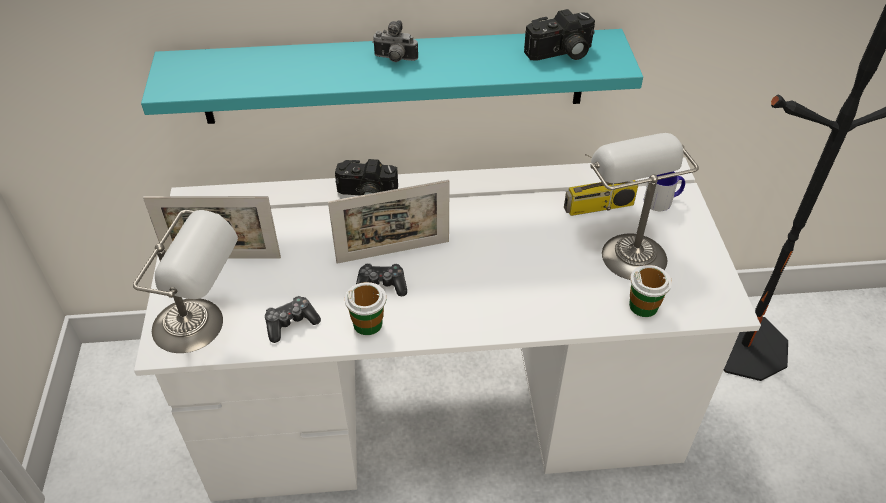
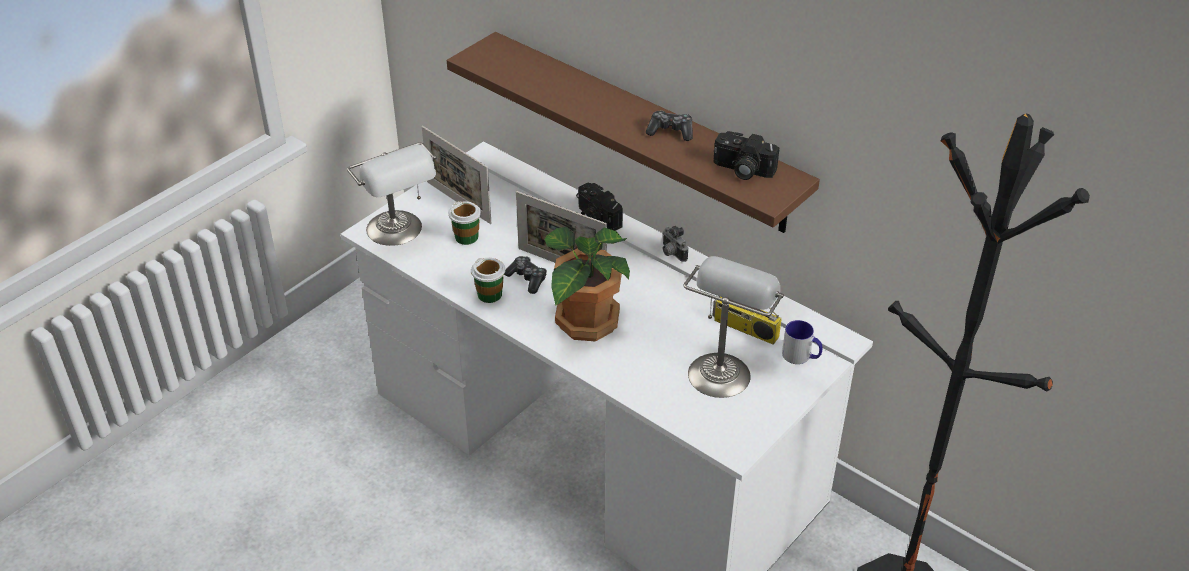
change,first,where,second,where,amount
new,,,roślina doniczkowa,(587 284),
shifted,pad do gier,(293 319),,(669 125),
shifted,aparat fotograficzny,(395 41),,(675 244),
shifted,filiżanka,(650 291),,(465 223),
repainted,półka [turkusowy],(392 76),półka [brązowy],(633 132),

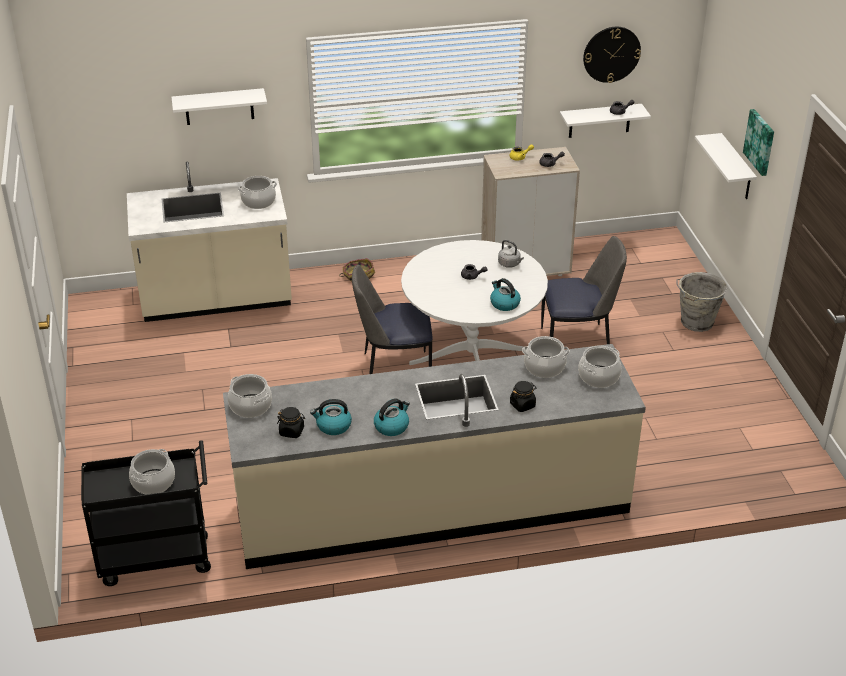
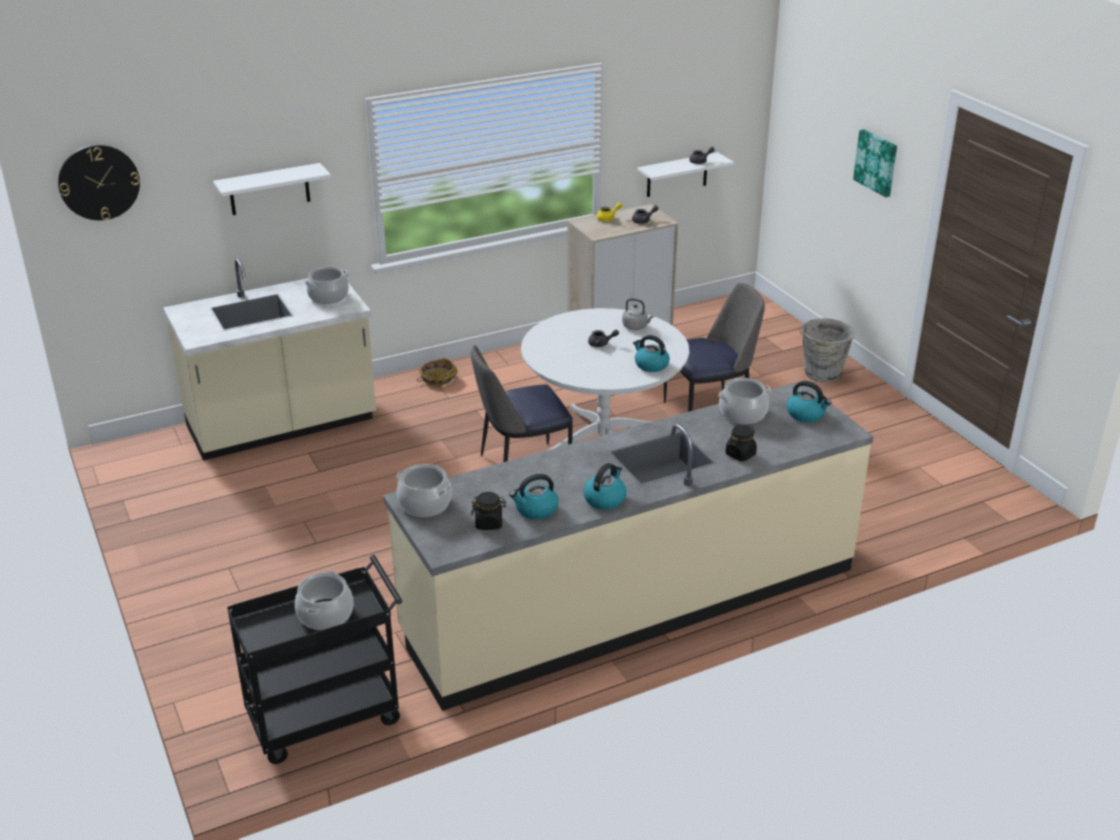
change,first,where,second,where,amount
gone,półka [biały],(726 166),,,
shifted,zegar ścienny,(612 55),,(99 182),
swapped,garnek,(600 367),czajnik,(809 401),

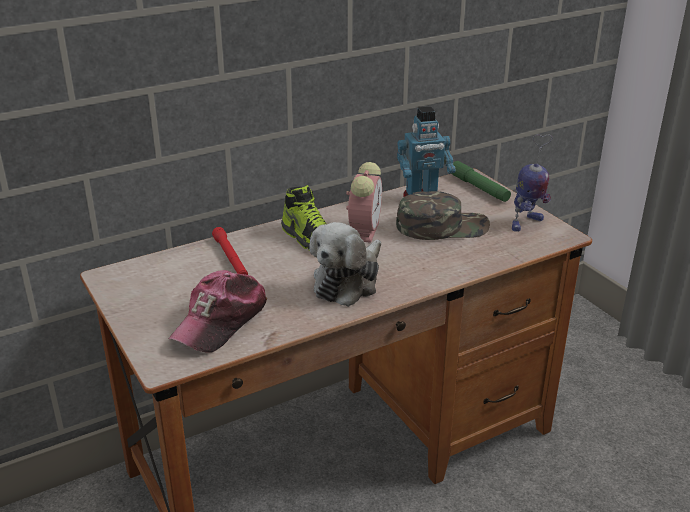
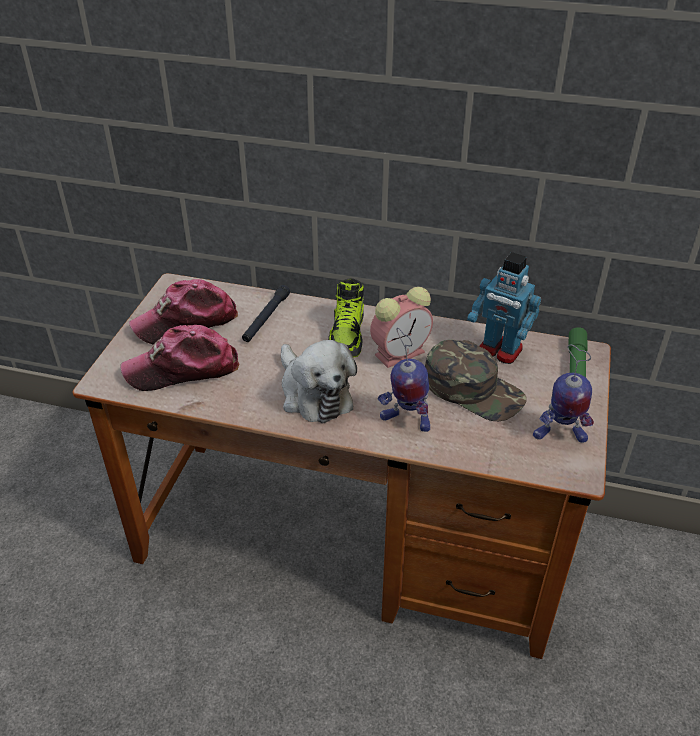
change,first,where,second,where,amount
new,,,czapka z daszkiem,(183 311),
new,,,robot zabawkowy,(404 380),
repainted,latarka [czerwony],(230 251),latarka [czarny],(266 313),
rotated,pluszak,(345 264),,(319 381),105 degrees counterclockwise

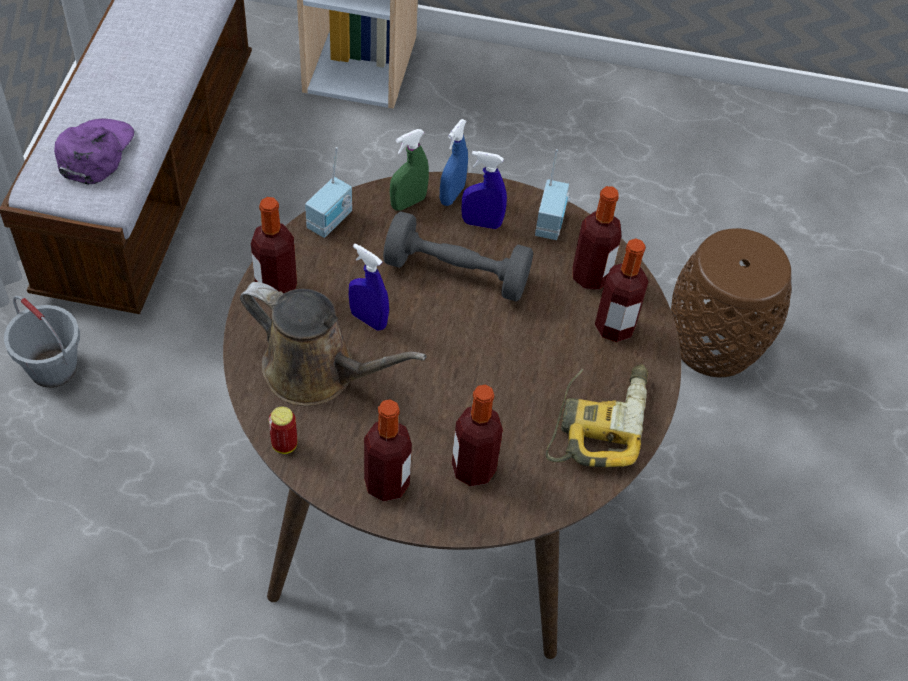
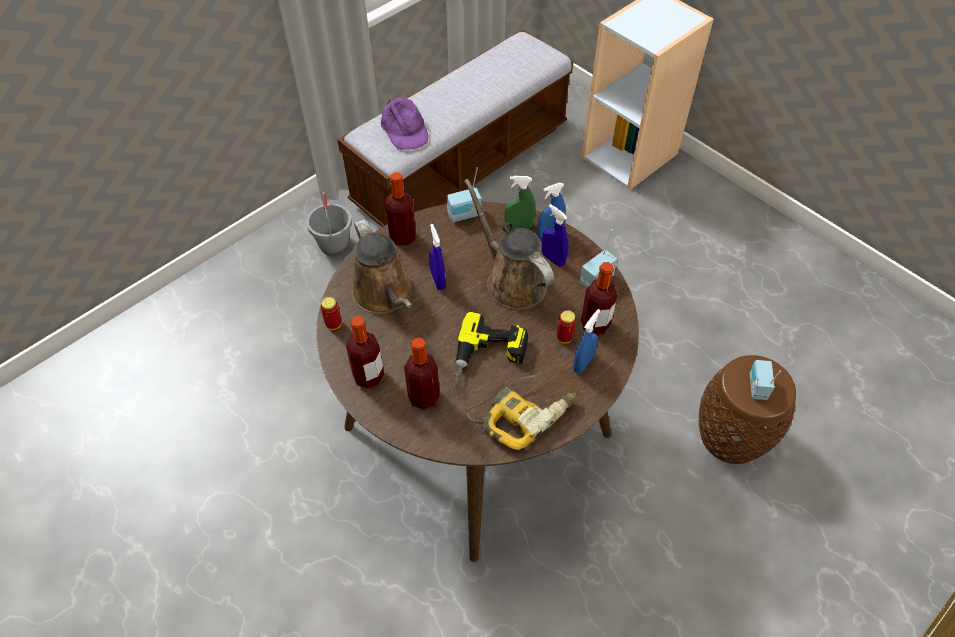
change,first,where,second,where,amount
new,,,wiertarka,(490 351),
new,,,puszka,(566 327),
new,,,radio,(765 380),
swapped,hantel [szary],(458 256),konewka [brązowy],(509 244),
swapped,butelka,(621 290),spryskiwacz [niebieski],(586 341),
rotated,czapka z daszkiem [fioletowy],(94 151),,(404 124),105 degrees clockwise

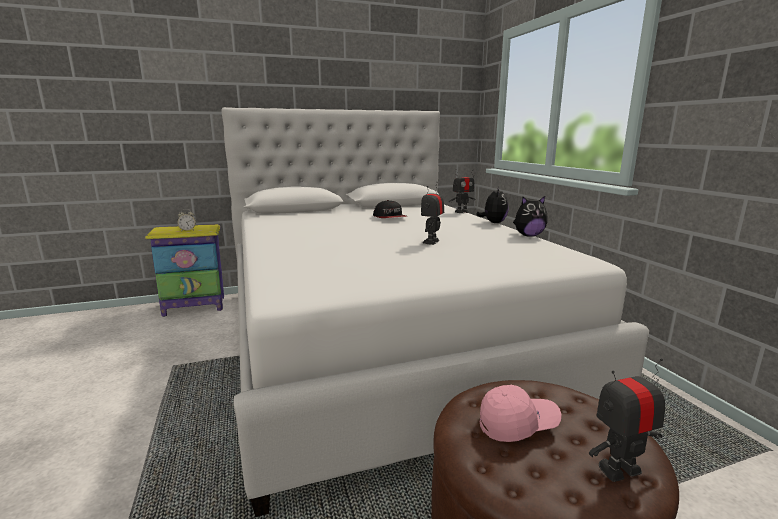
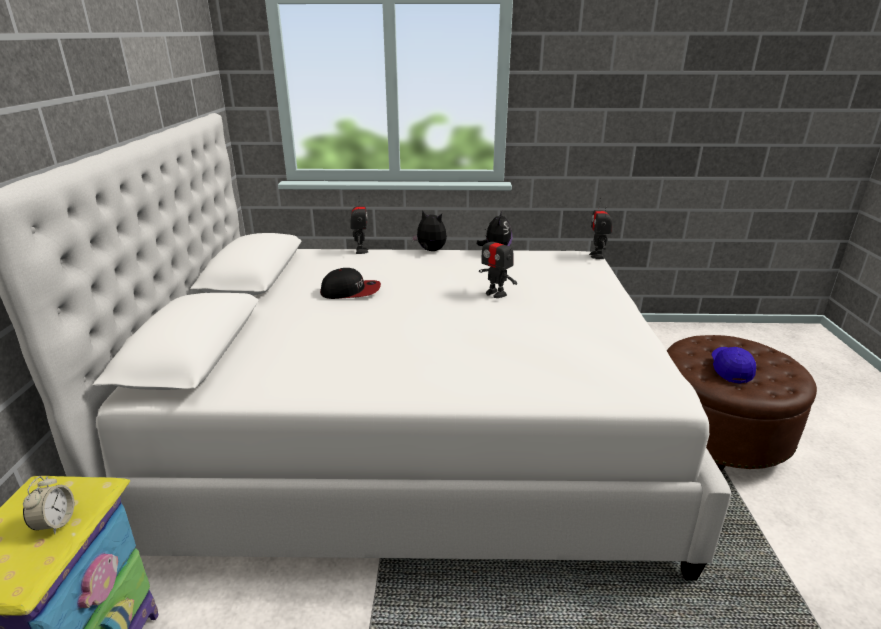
change,first,where,second,where,amount
shifted,robot zabawkowy,(627 420),,(600 228),
repainted,czapka z daszkiem [różowy],(520 413),czapka z daszkiem [niebieski],(734 365),

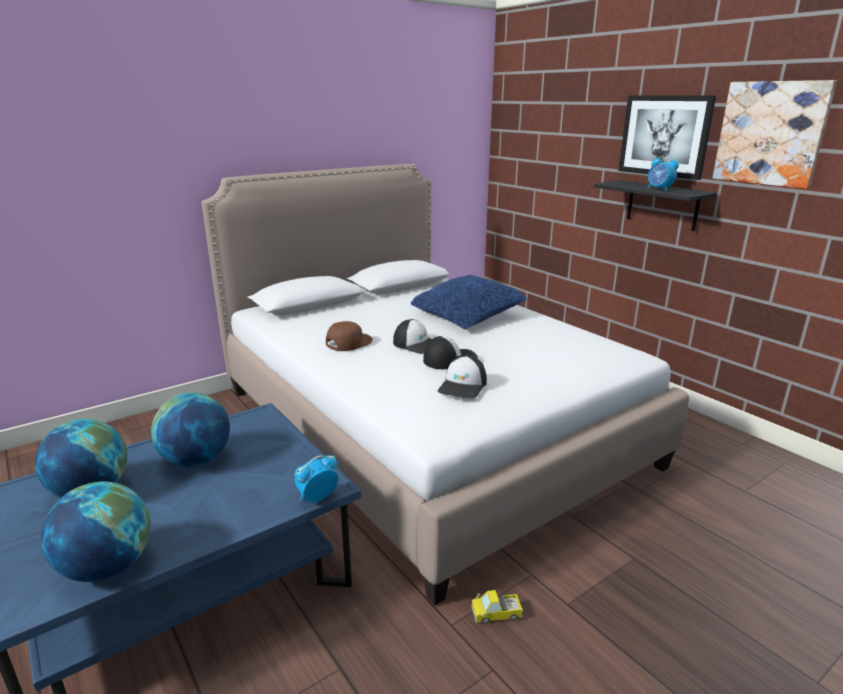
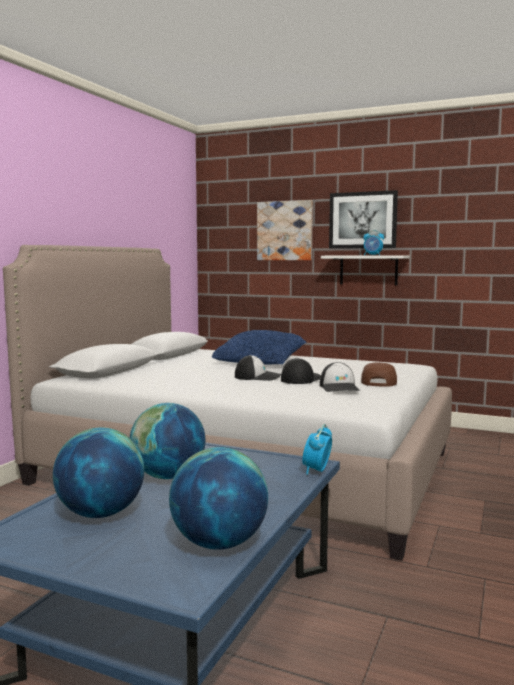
change,first,where,second,where,amount
gone,ciężarówka zabawkowa,(497 607),,,
shifted,czapka z daszkiem [brązowy],(349 336),,(379 375),
shifted,obraz,(774 134),,(285 230),
repainted,półka [czarny],(655 205),półka [biały],(365 270),

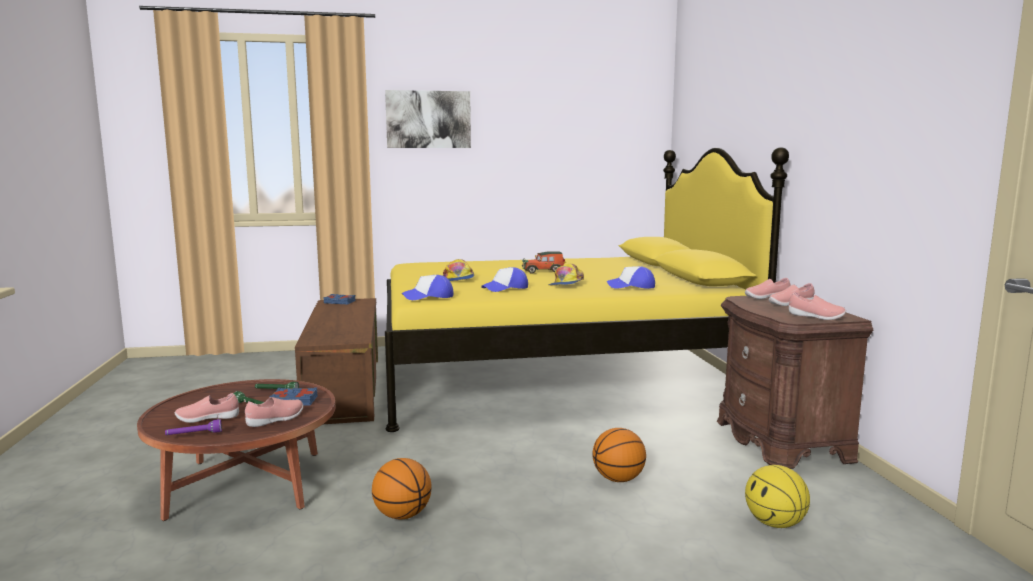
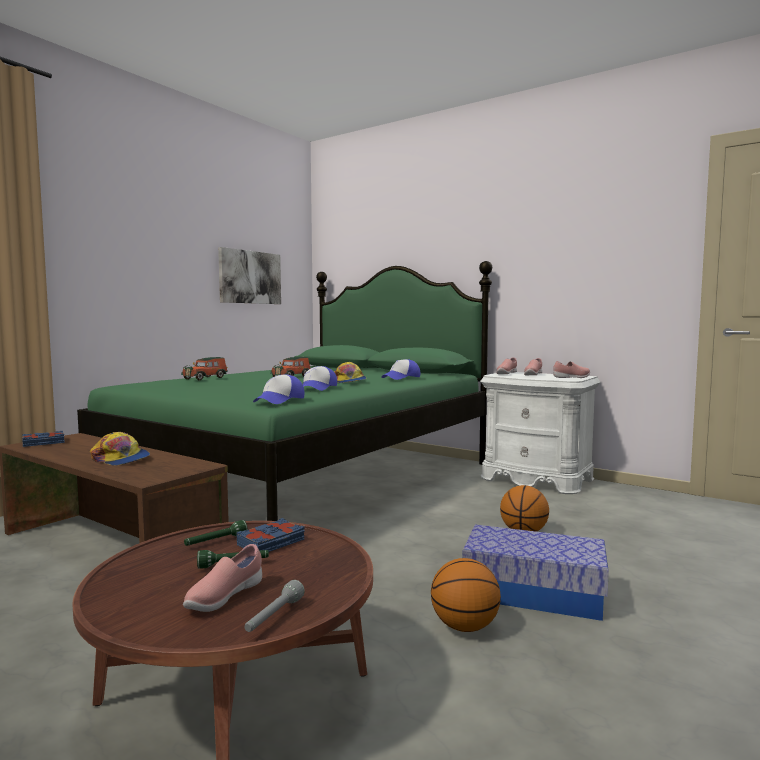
change,first,where,second,where,amount
gone,but [różowy],(274 412),,,
gone,piłka do koszykówki,(777 496),,,
new,,,samochodzik,(204 368),
new,,,pojemnik do przechowywania,(535 572),
shifted,obraz,(428 119),,(249 275),
shifted,czapka z daszkiem,(458 270),,(120 449),
repainted,latarka [fioletowy],(193 427),latarka [szary],(275 606),
repainted,łóżko [żółty],(587 290),łóżko [zielony],(284 391),
repainted,szafka nocna [brązowy],(795 382),szafka nocna [biały],(540 433),

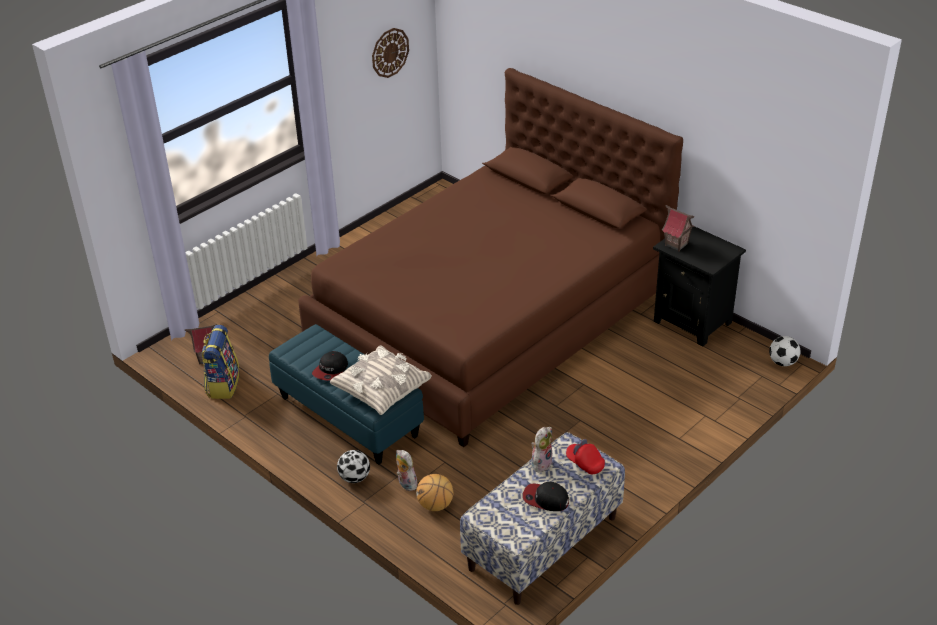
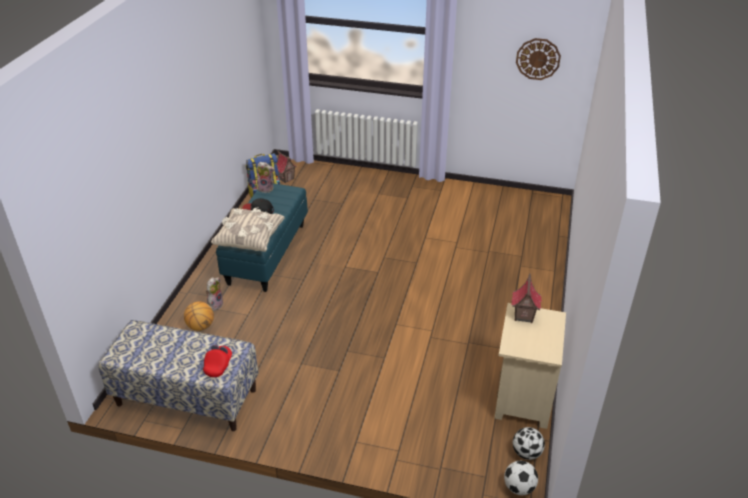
change,first,where,second,where,amount
gone,łóżko [brązowy],(490 257),,,
gone,czapka z daszkiem,(546 496),,,
shifted,piłka futbolowa,(353 466),,(529 443),
shifted,pluszak,(542 450),,(266 177),
repainted,szafka nocna [czarny],(699 287),szafka nocna [beżowy],(530 366),

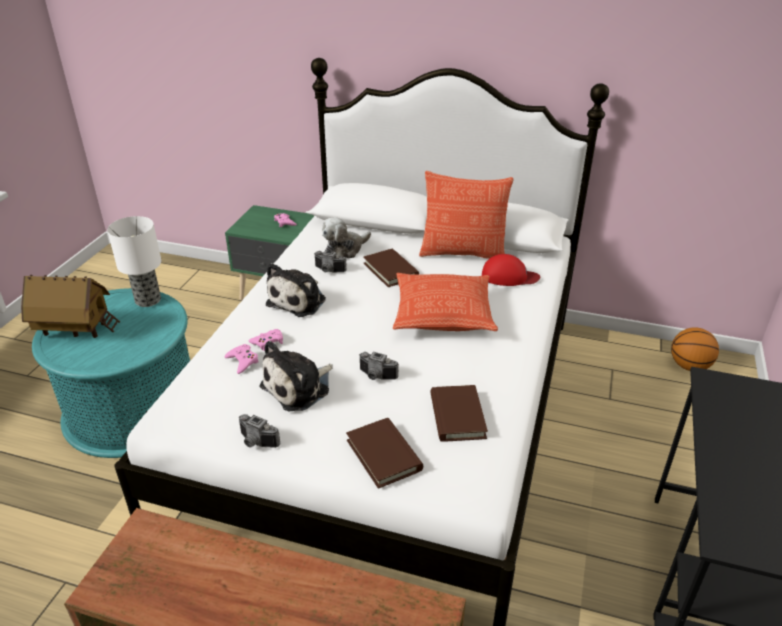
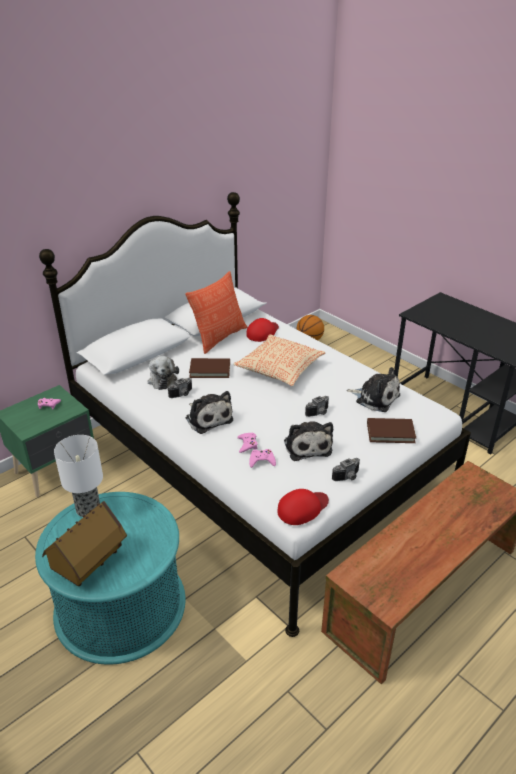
change,first,where,second,where,amount
new,,,czapka z daszkiem [czerwony],(303 507),
swapped,książka [brązowy],(459 413),pluszak,(373 389),
repainted,poduszka [pomarańczowy],(445 302),poduszka [beżowy],(279 360),

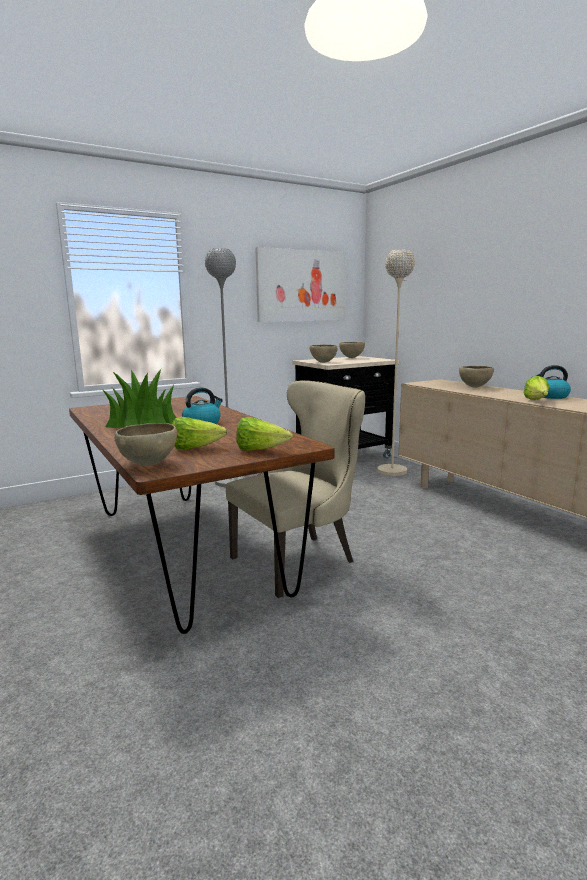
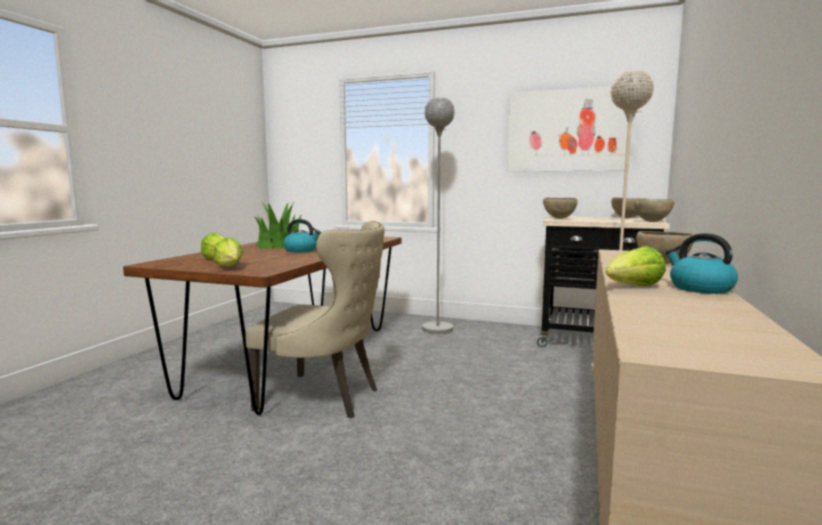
change,first,where,second,where,amount
shifted,miska [brązowy],(145 444),,(654 210),

